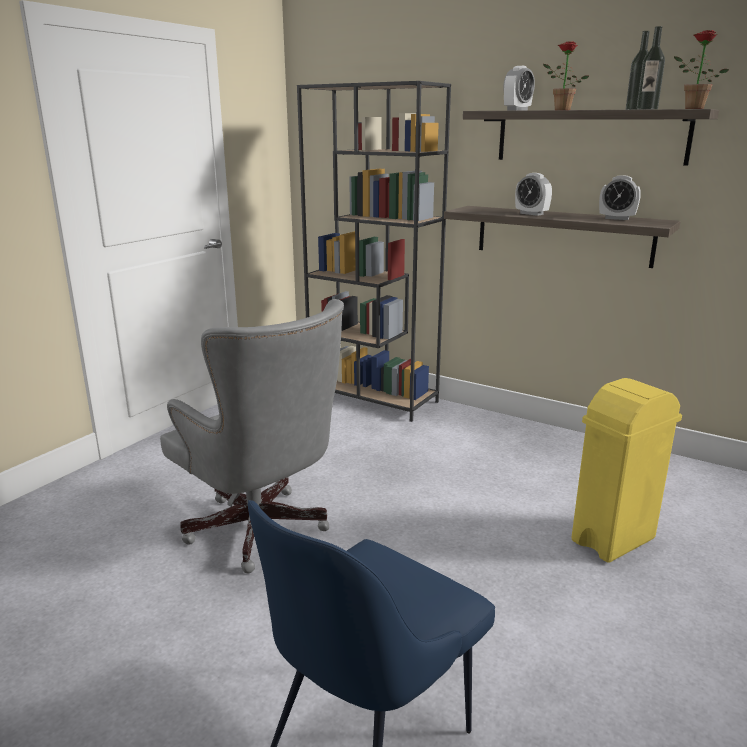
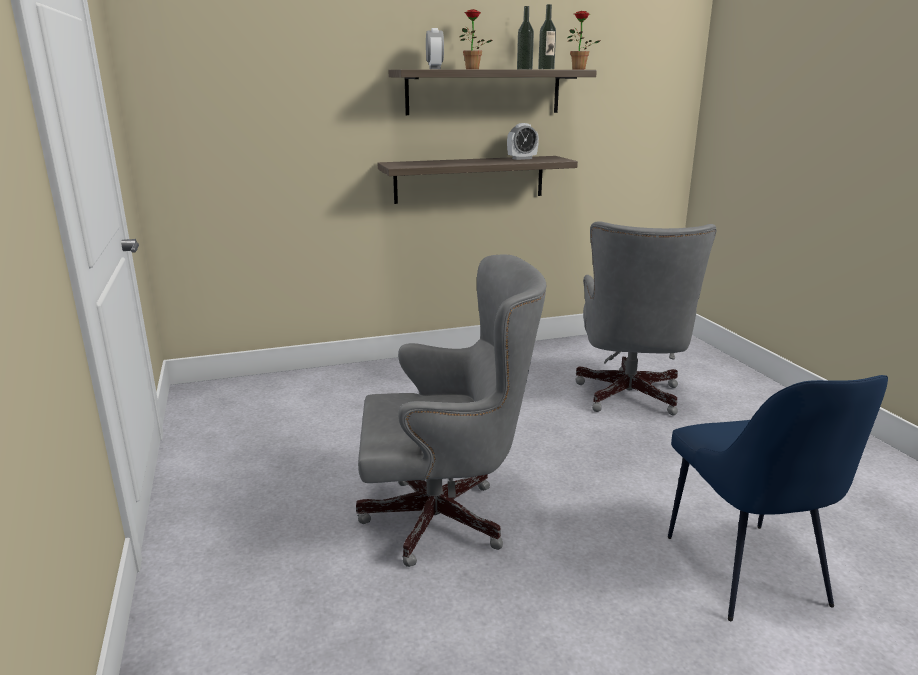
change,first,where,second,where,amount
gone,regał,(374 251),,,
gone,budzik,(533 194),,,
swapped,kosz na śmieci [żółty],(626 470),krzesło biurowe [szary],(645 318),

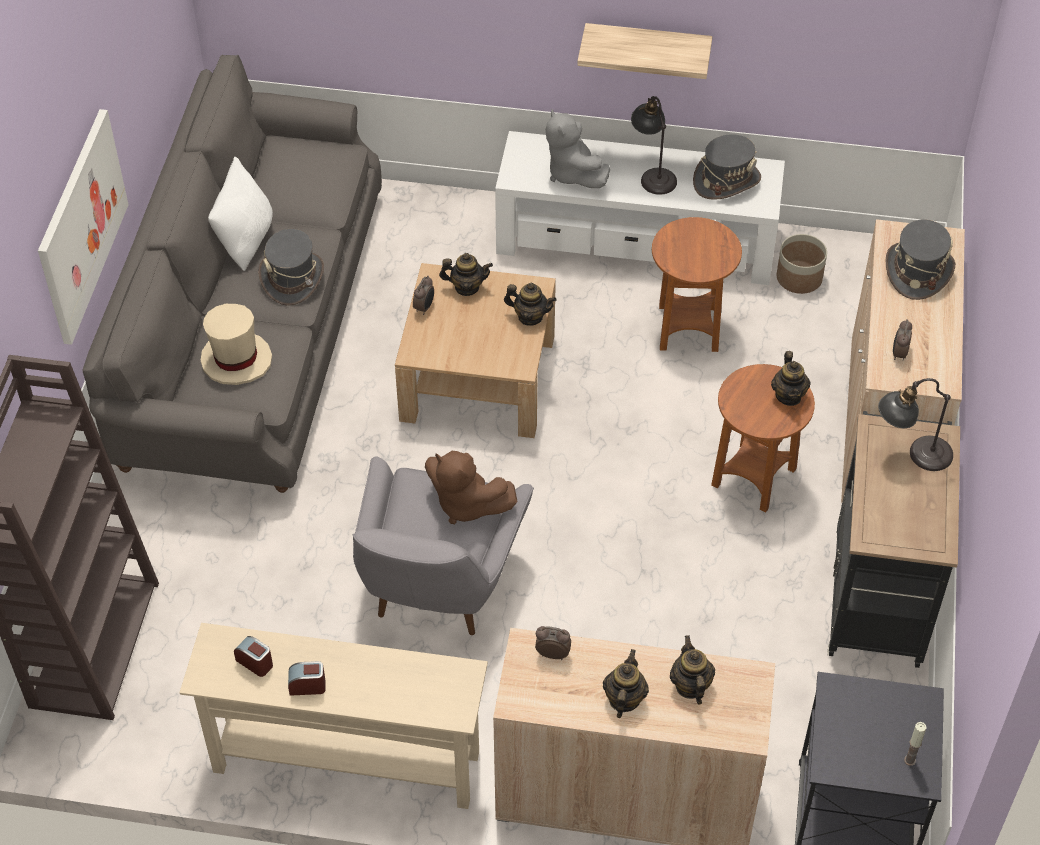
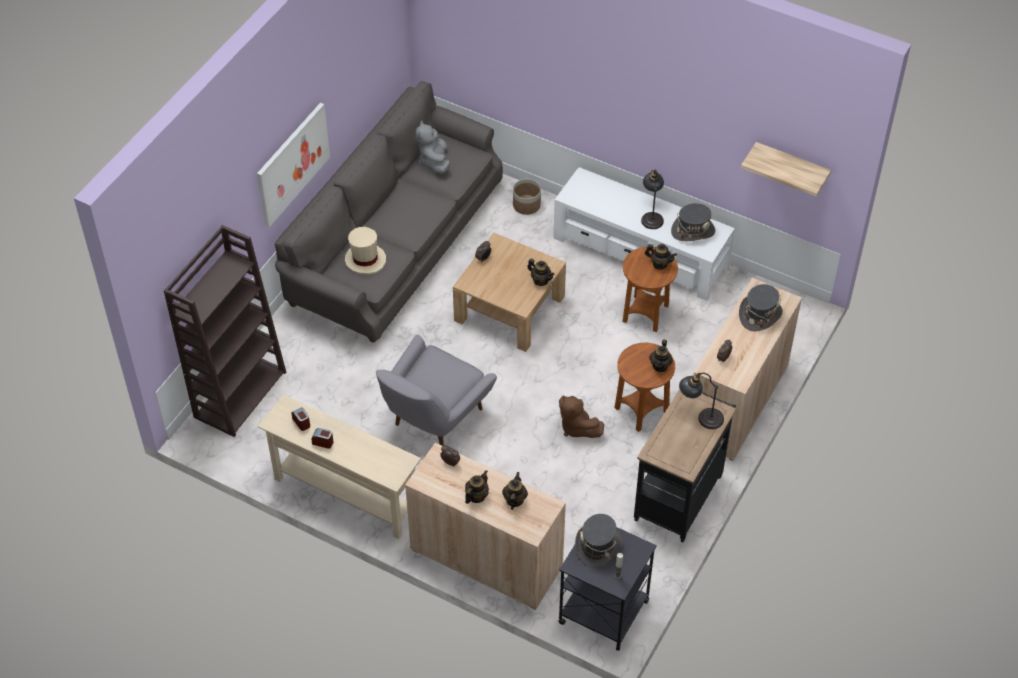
change,first,where,second,where,amount
gone,poduszka [biały],(240 214),,,
shifted,kapelusz [szary],(291 267),,(598 541),
shifted,pluszak [brązowy],(471 487),,(581 416),
shifted,imbryk,(466 274),,(661 256),
shifted,pluszak [szary],(578 148),,(433 147),
shifted,półka,(644 51),,(786 169),
shifted,donica,(802 264),,(527 197),

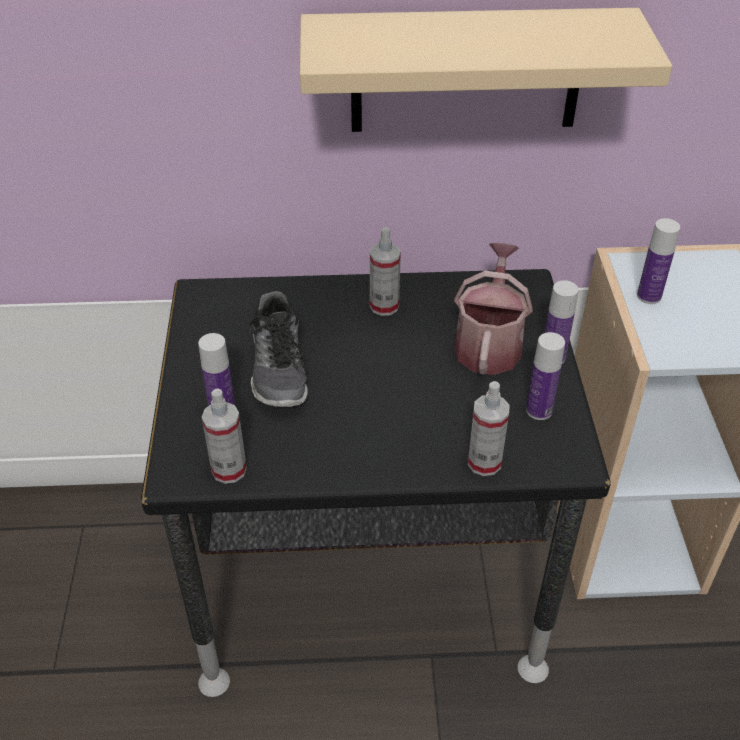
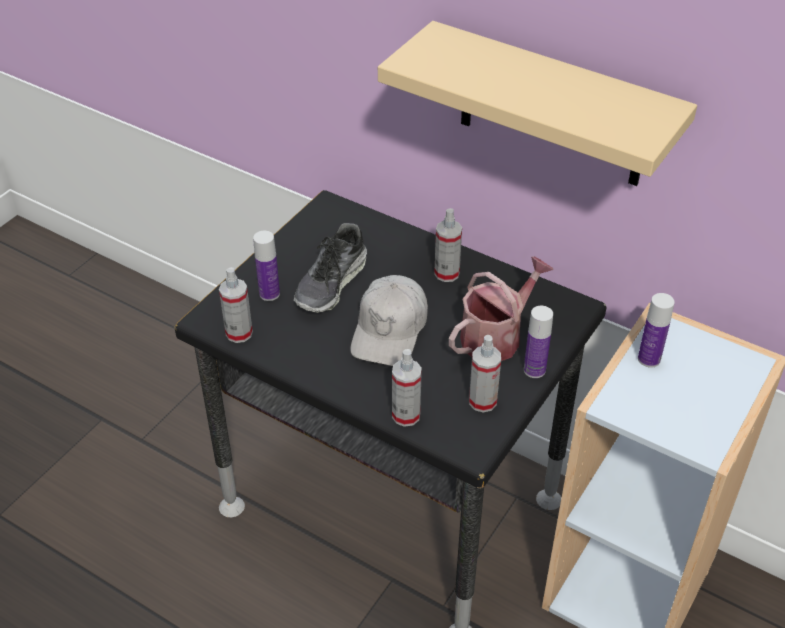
change,first,where,second,where,amount
new,,,czapka z daszkiem [biały],(389 320),
swapped,butelka,(545 376),spryskiwacz,(485 374),

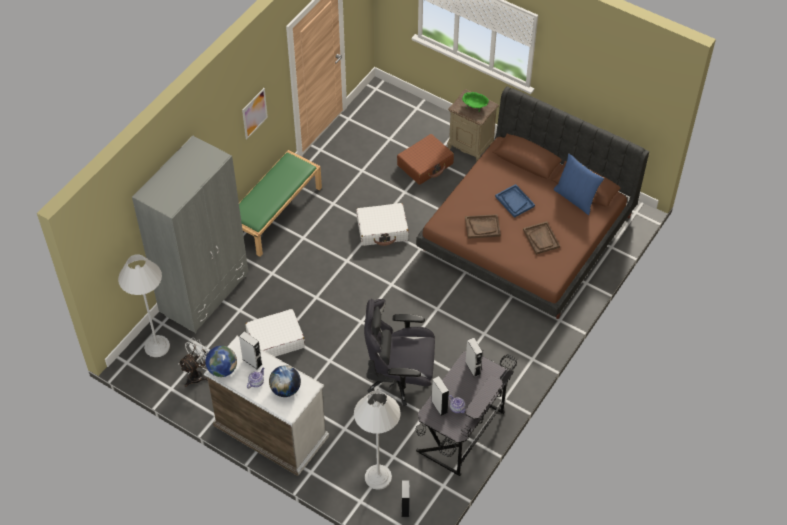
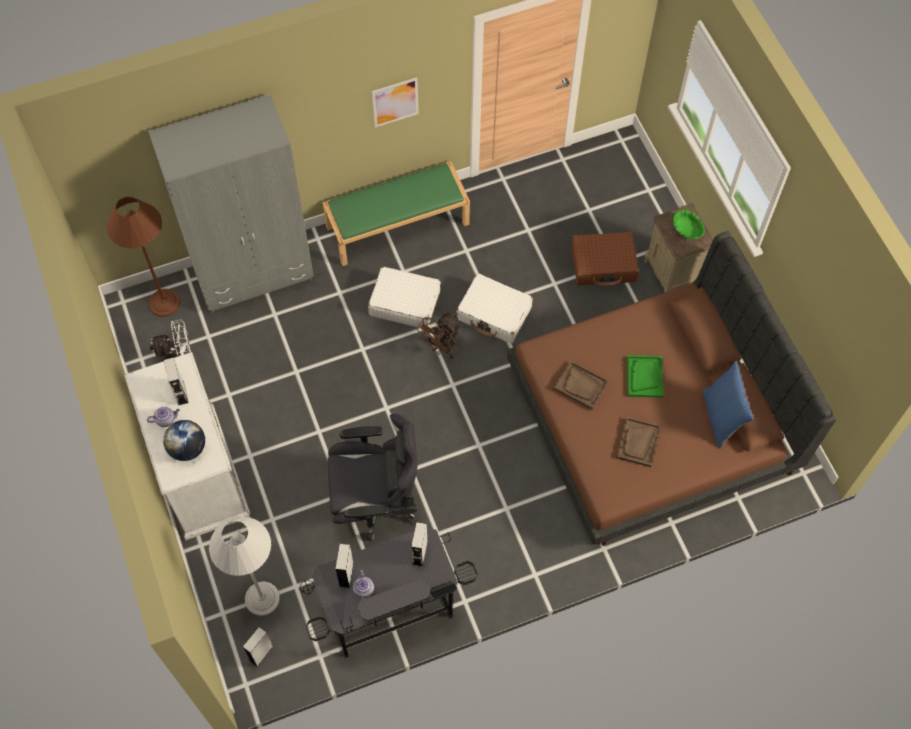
change,first,where,second,where,amount
gone,globus,(221 361),,,
new,,,wentylator [brązowy],(439 335),
shifted,walizka [biały],(275 333),,(404 297),
repainted,lampa stojąca [biały],(144 305),lampa stojąca [brązowy],(143 257),
repainted,taca [niebieski],(515 201),taca [zielony],(645 376),
rotated,krzesło biurowe [czarny],(399 352),,(373 477),135 degrees clockwise

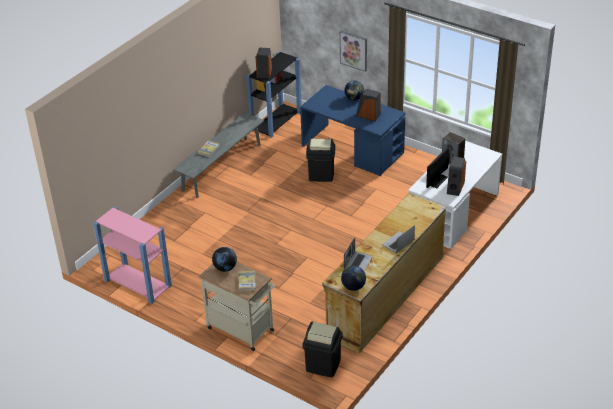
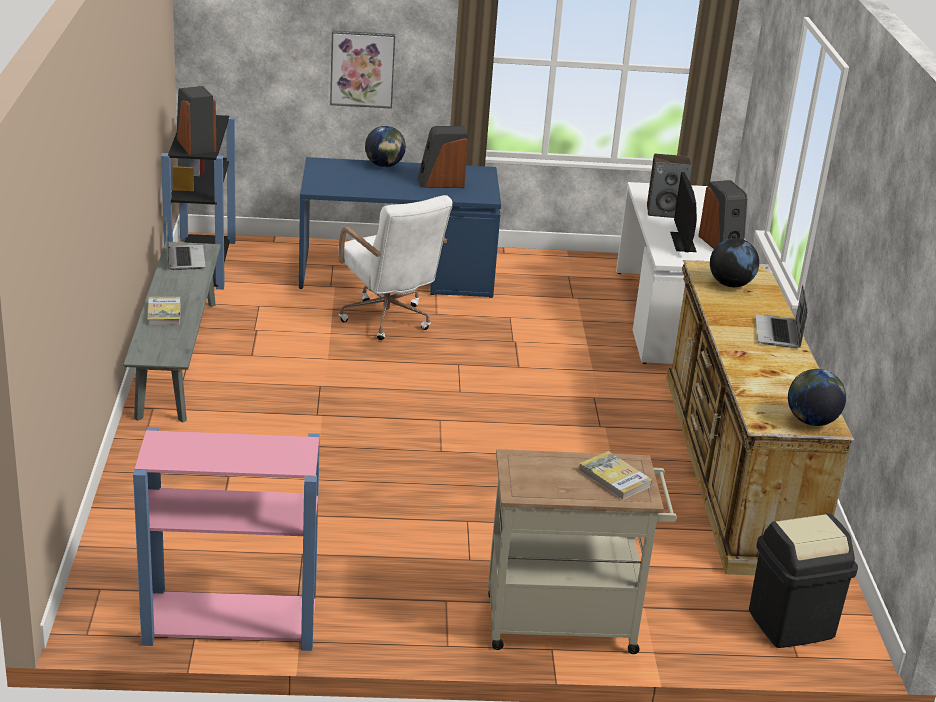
change,first,where,second,where,amount
shifted,globus,(224 259),,(734 262),
shifted,laptop,(358 254),,(186 242),
swapped,kosz na śmieci [czarny],(320 160),krzesło biurowe [biały],(395 267),

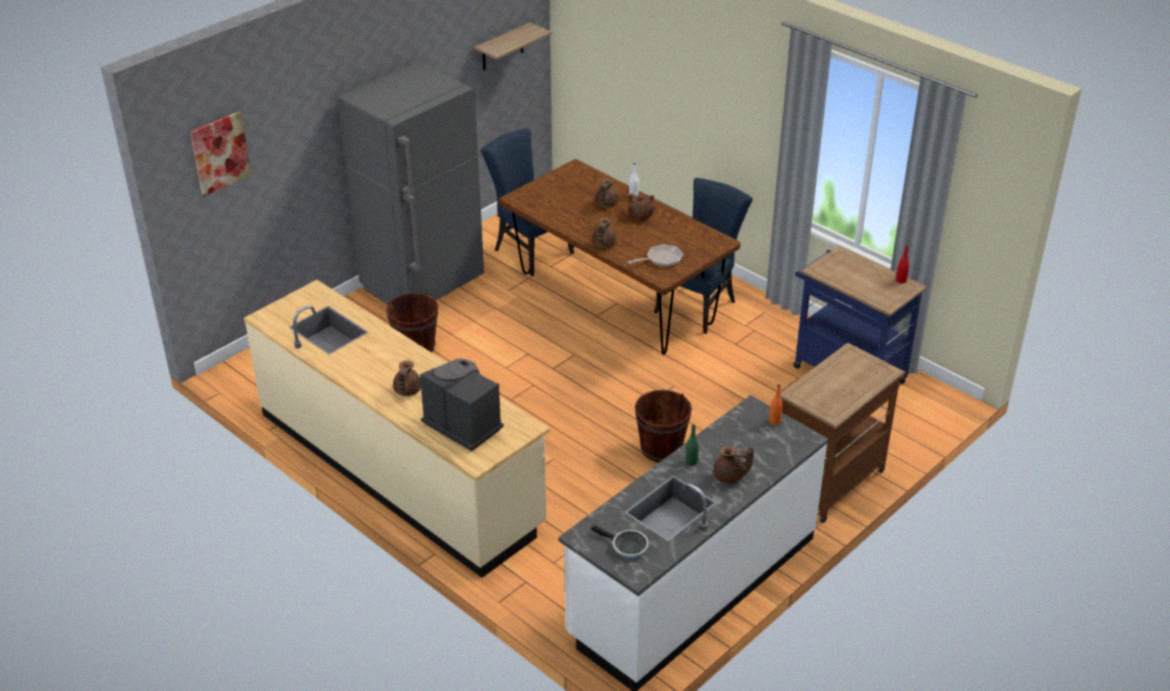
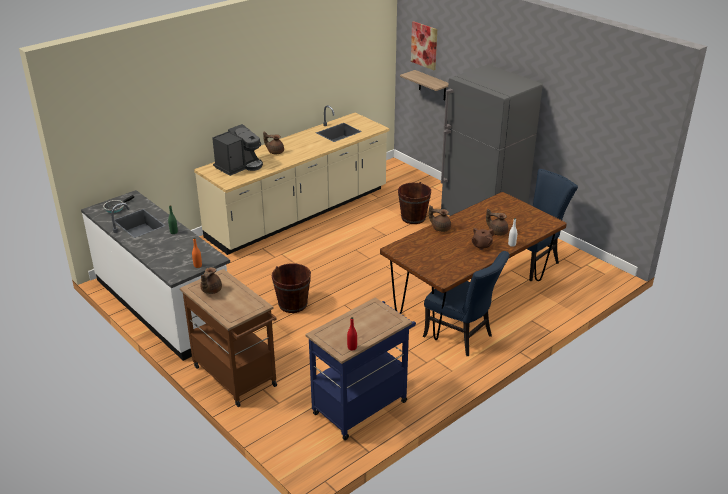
change,first,where,second,where,amount
gone,patelnia,(655 255),,,
shifted,półka,(513 46),,(424 85),
shifted,imbryk [brązowy],(733 464),,(211 280),

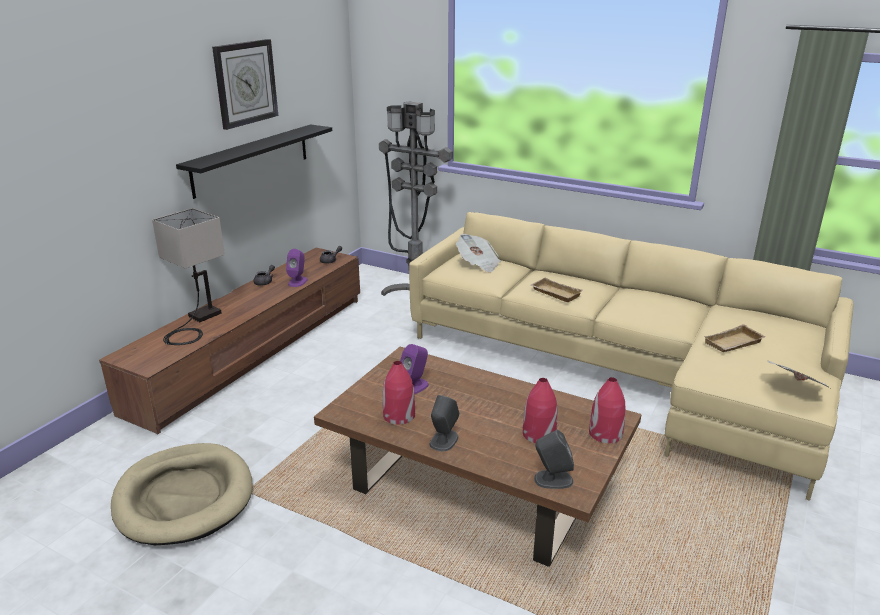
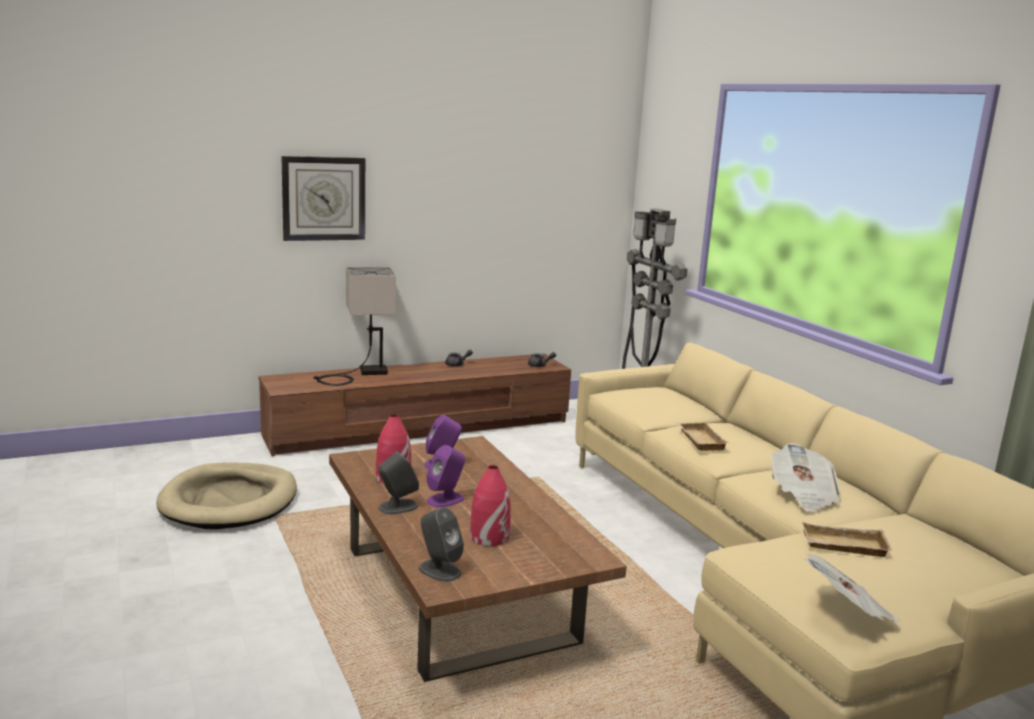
change,first,where,second,where,amount
gone,półka [czarny],(254 161),,,
gone,wazon [czerwony],(607 410),,,
shifted,zegar ścienny,(245 84),,(323 198),
shifted,głośnik [fioletowy],(297 268),,(446 476),
shifted,gazeta,(478 253),,(806 477),

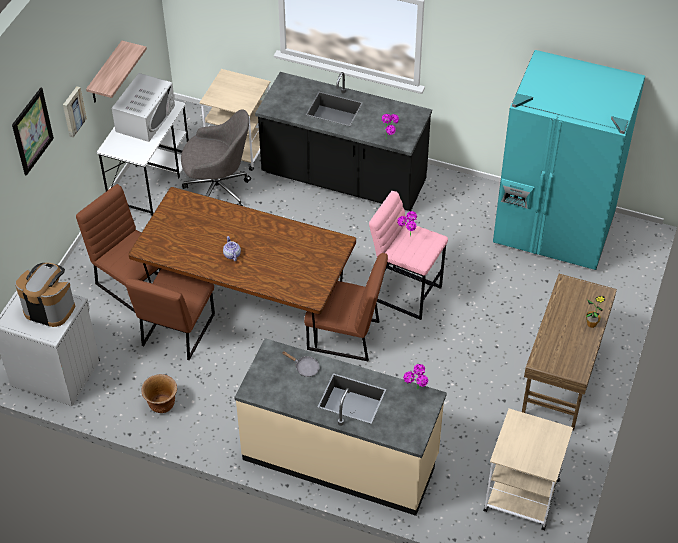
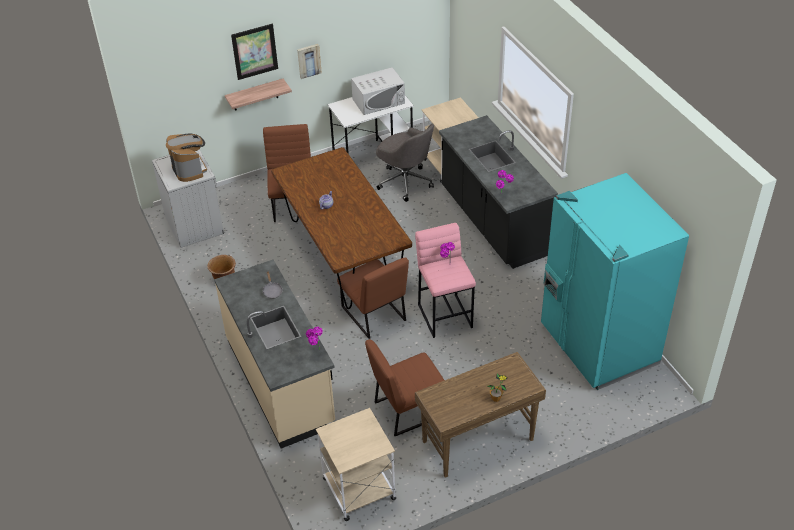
change,first,where,second,where,amount
shifted,półka,(116 71),,(258 94),
shifted,krzesło [brązowy],(170 314),,(405 387),

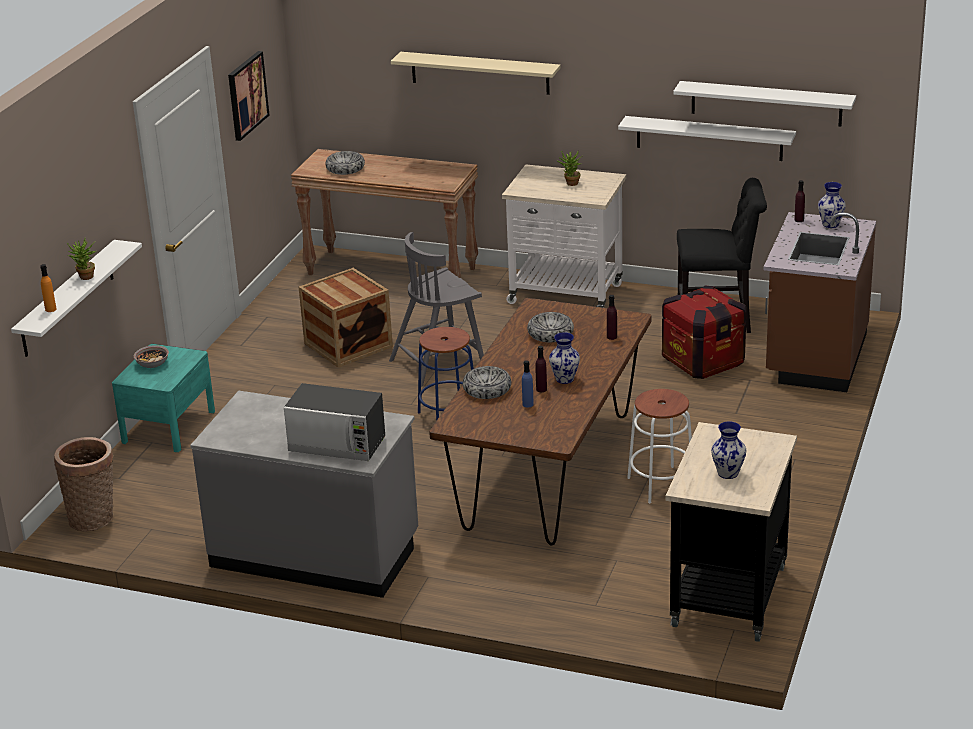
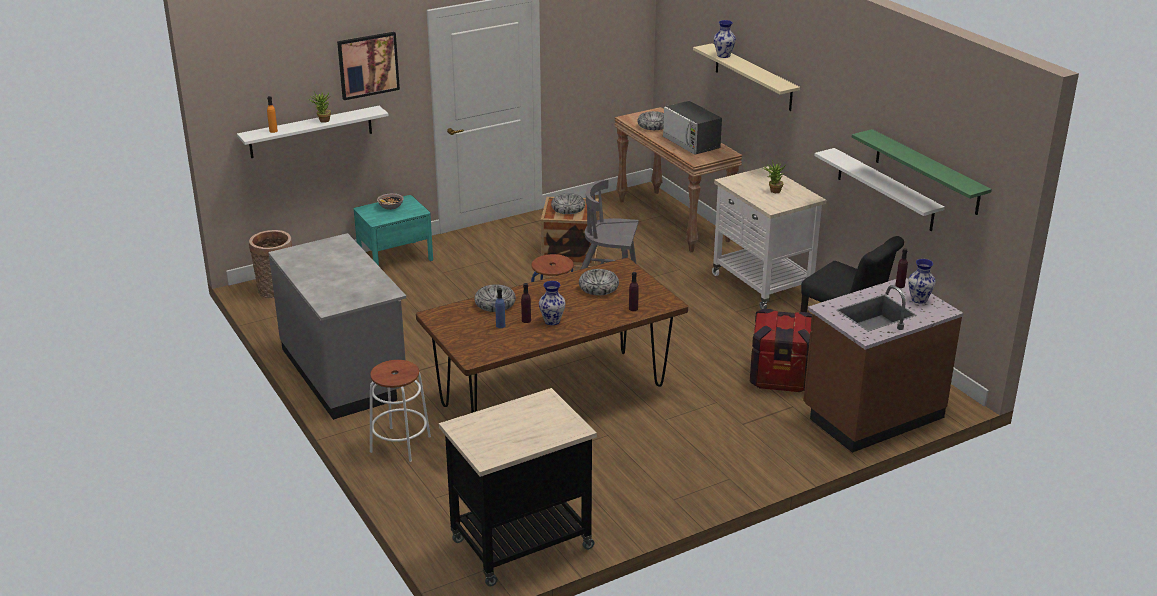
change,first,where,second,where,amount
new,,,miska,(568 203),
shifted,obraz,(248 96),,(368 66),
shifted,mikrofalówka,(334 422),,(692 128),
shifted,stołek [biały],(659 446),,(400 411),
shifted,wazon,(728 450),,(725 39),
repainted,półka [biały],(764 104),półka [zielony],(922 172),

